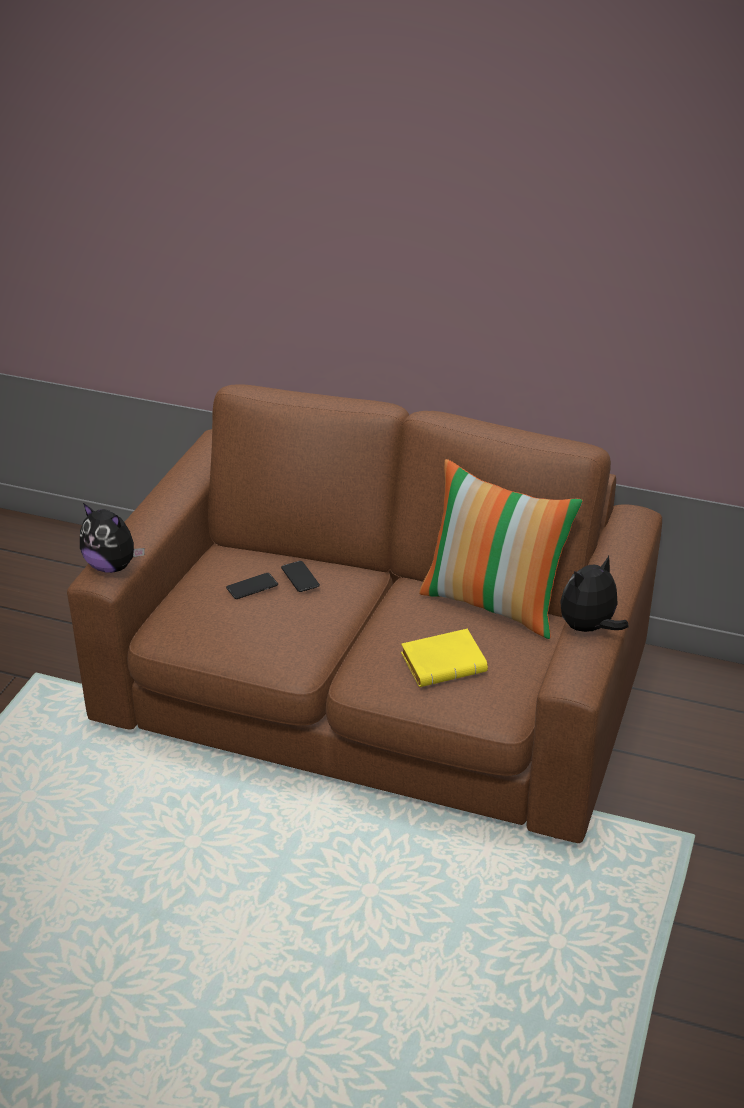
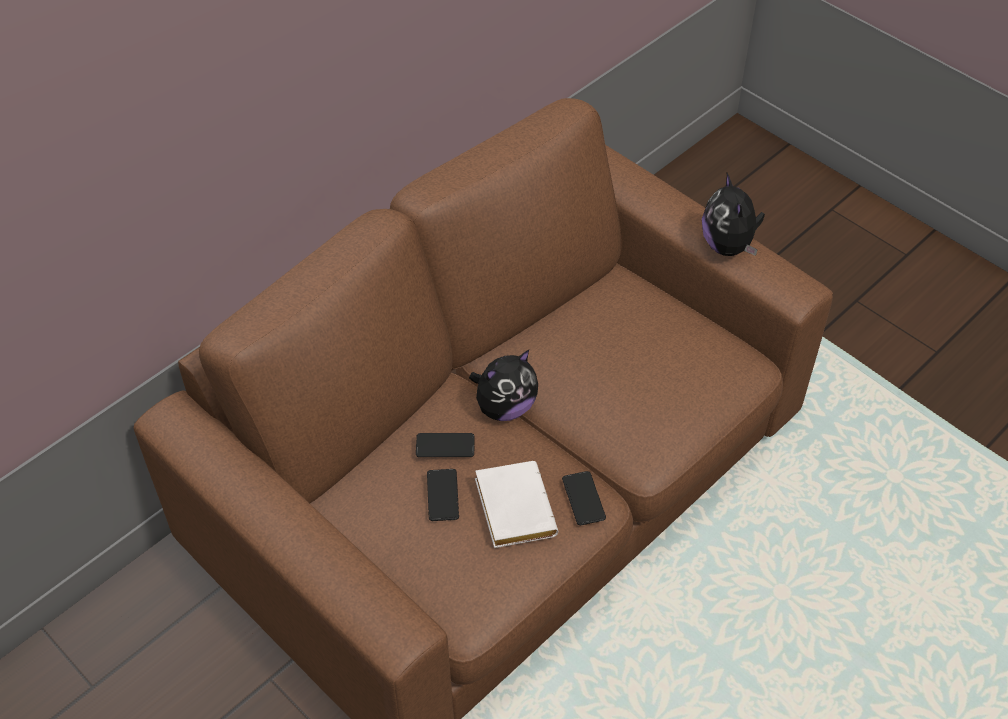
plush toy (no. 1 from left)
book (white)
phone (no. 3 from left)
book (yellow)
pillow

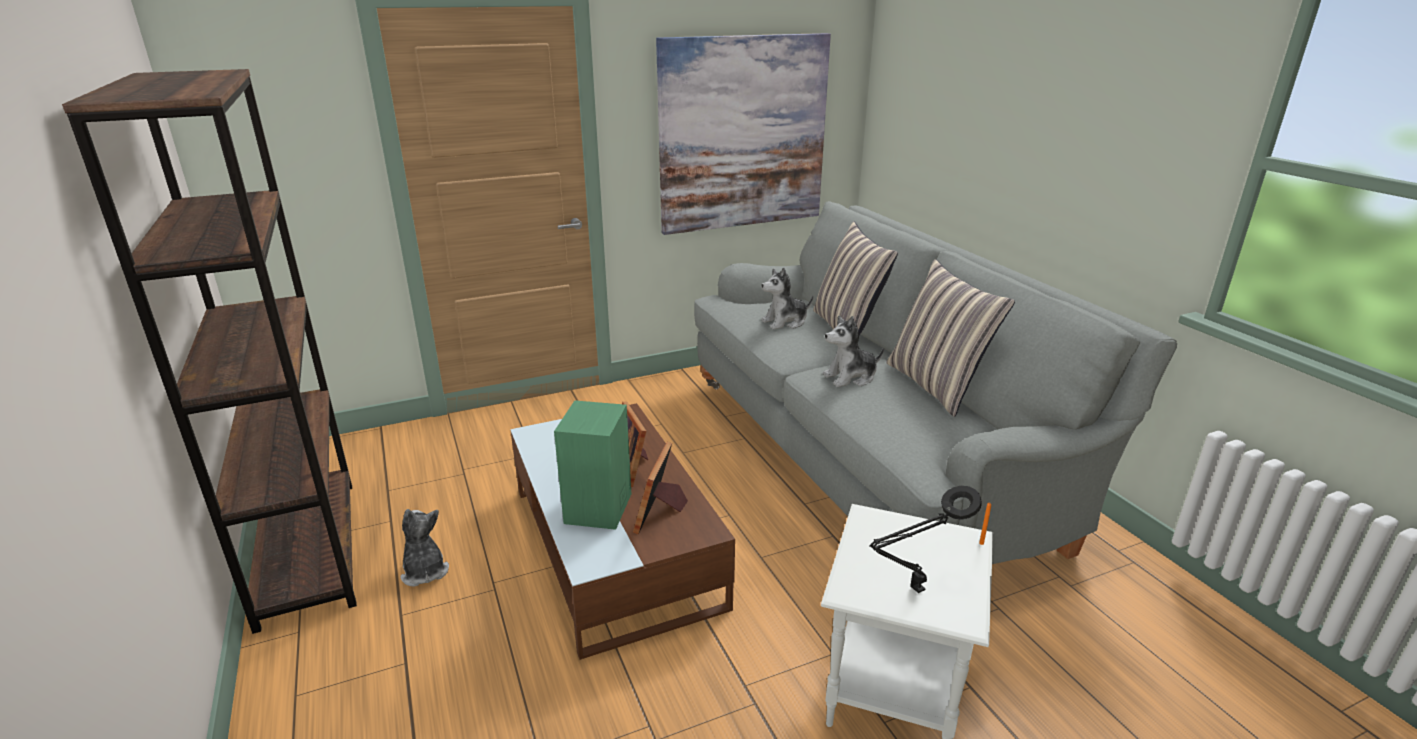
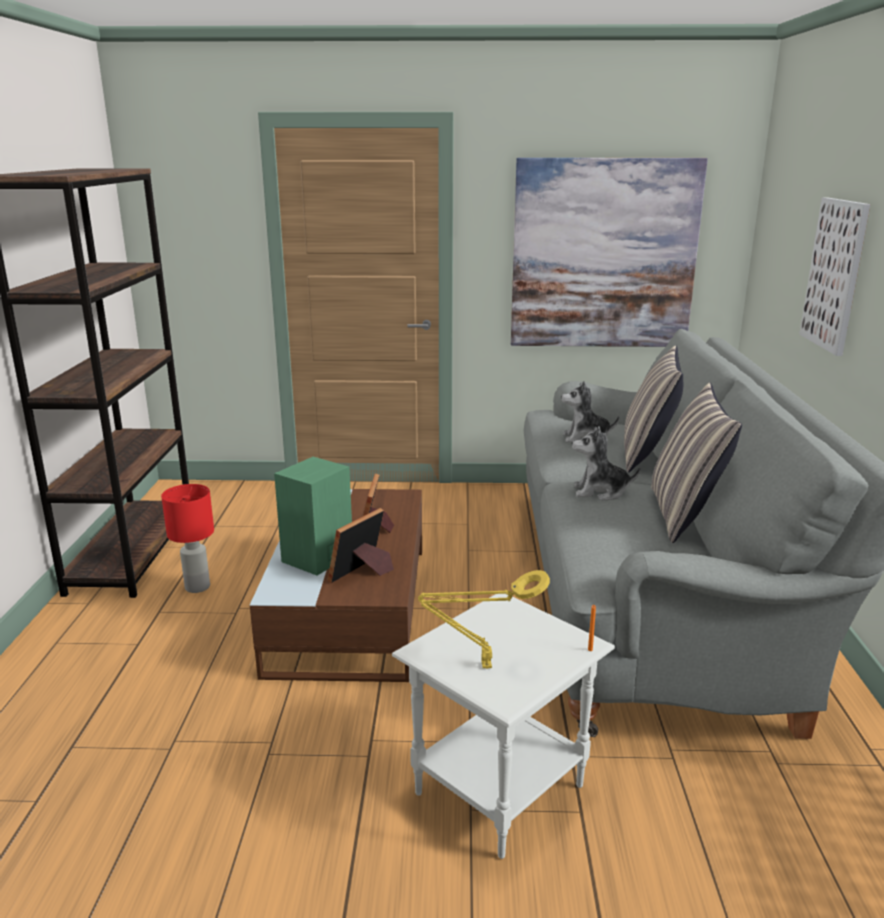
table lamp (red)
table lamp (yellow)
picture (no. 2 from left)

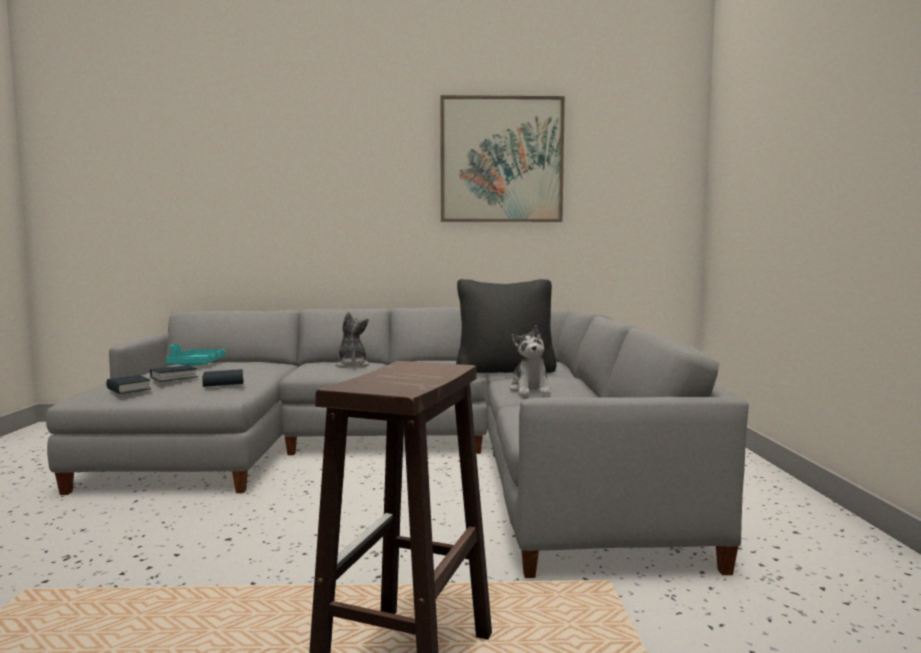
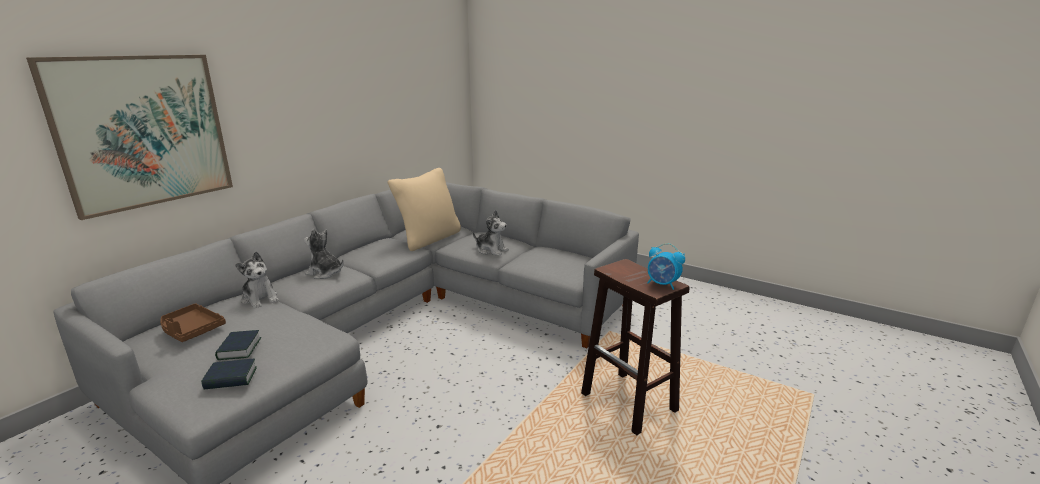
picture
tray (brown)
plush toy (no. 1 from left)
pillow (beige)
alarm clock
book (no. 3 from left in the first image)

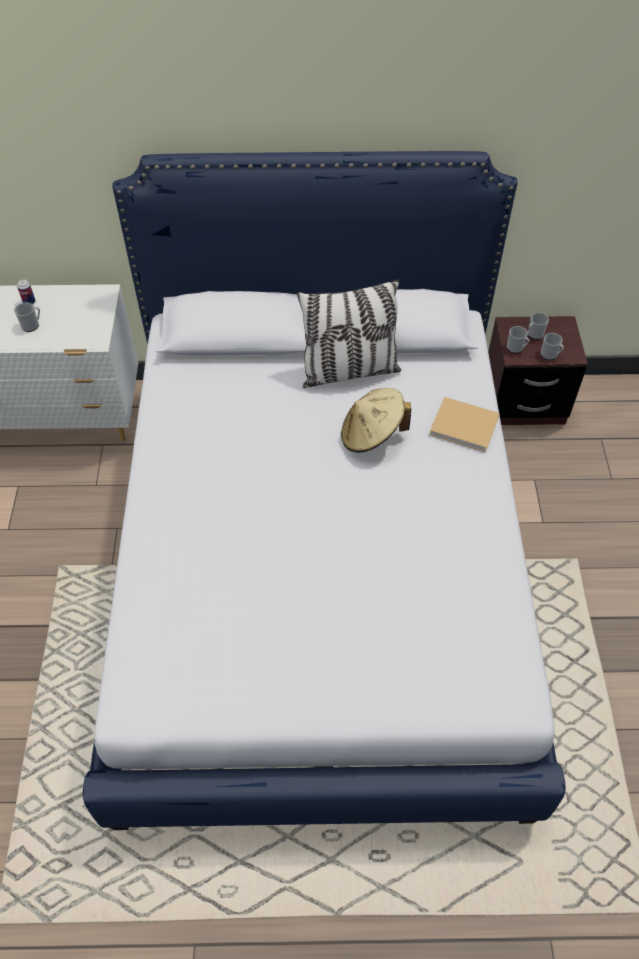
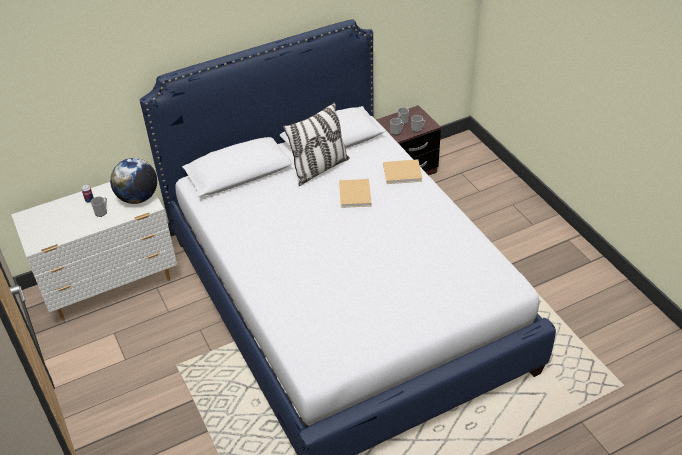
globe
book (beige) (no. 1 from left)

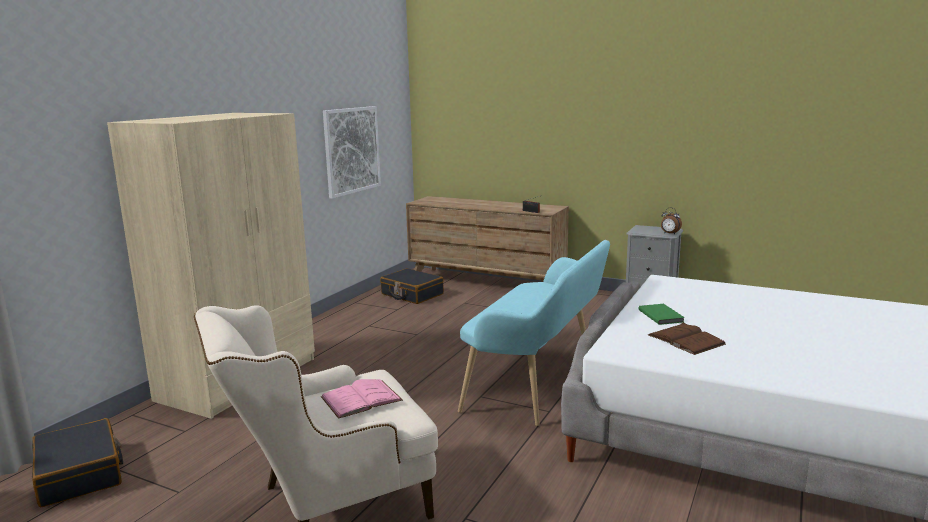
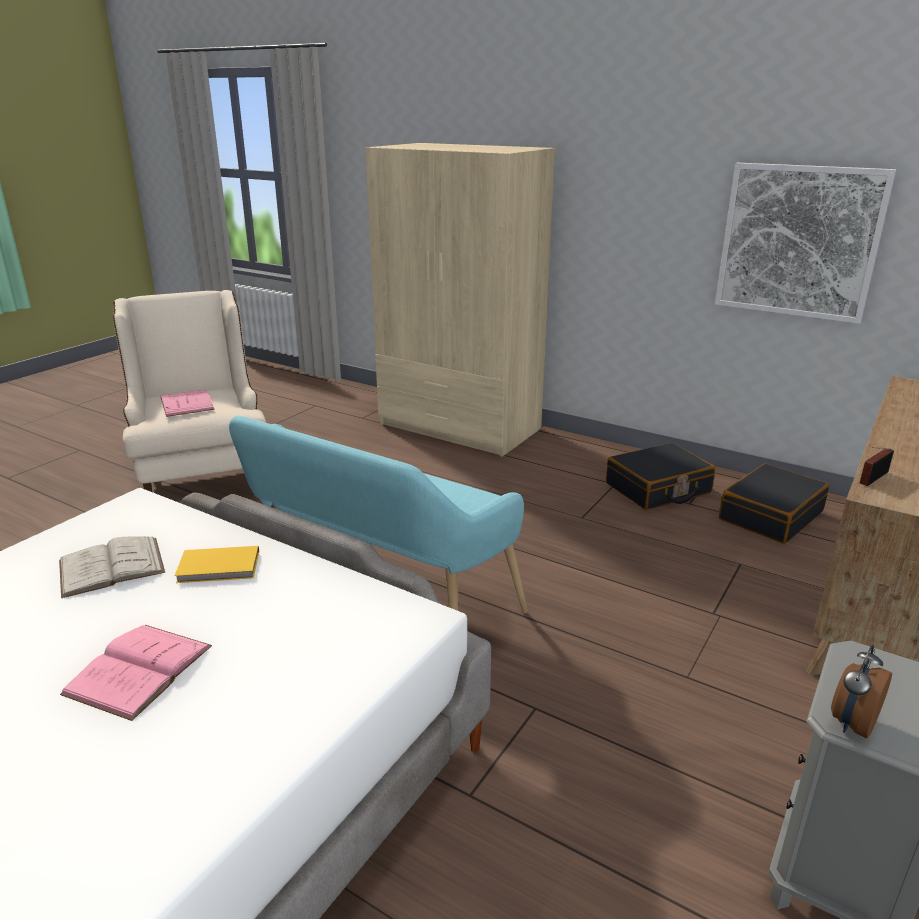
book (white)
book (pink) (no. 1 from left)
book (yellow)
suitcase (black) (no. 1 from left)

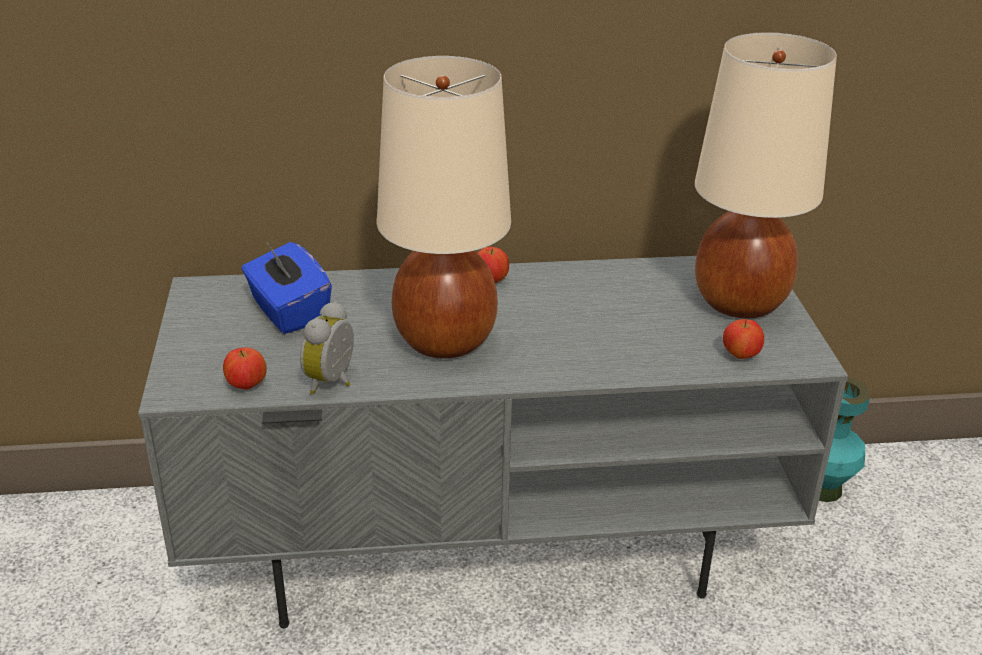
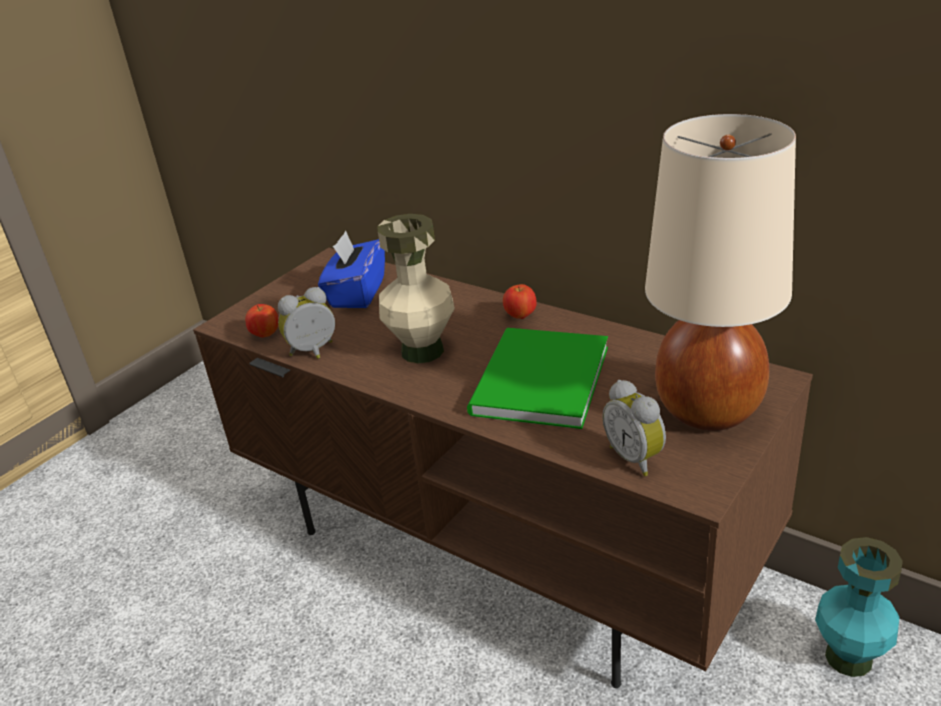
tv stand (brown)
vase (beige)
book (green)
alarm clock (no. 2 from left)

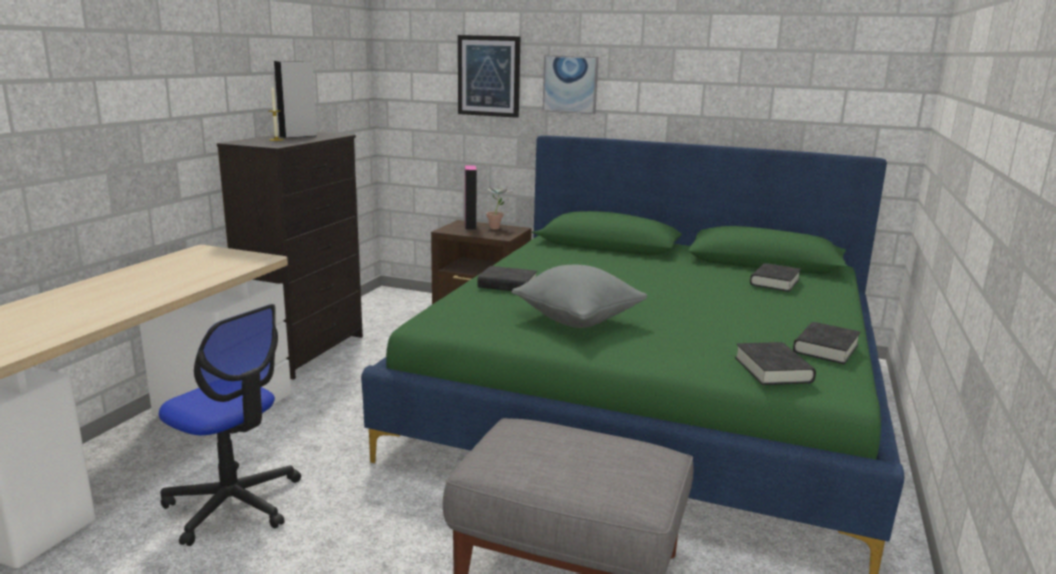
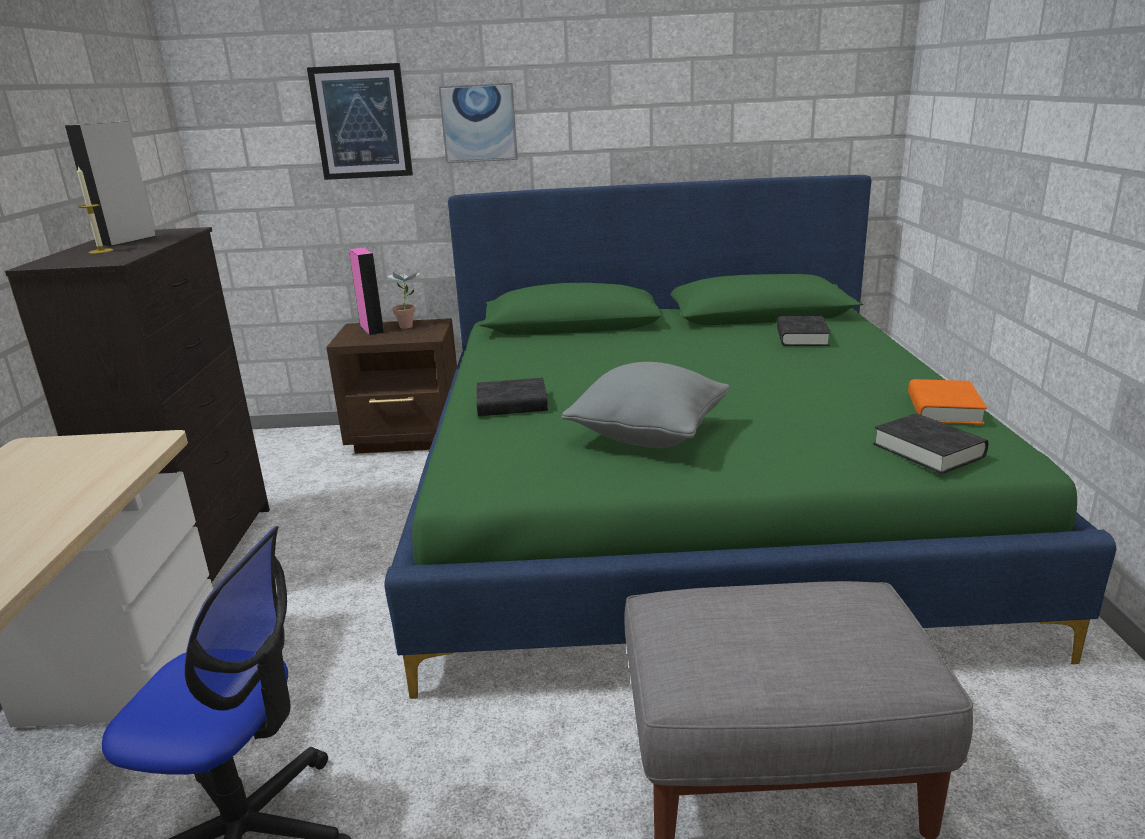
book (orange)

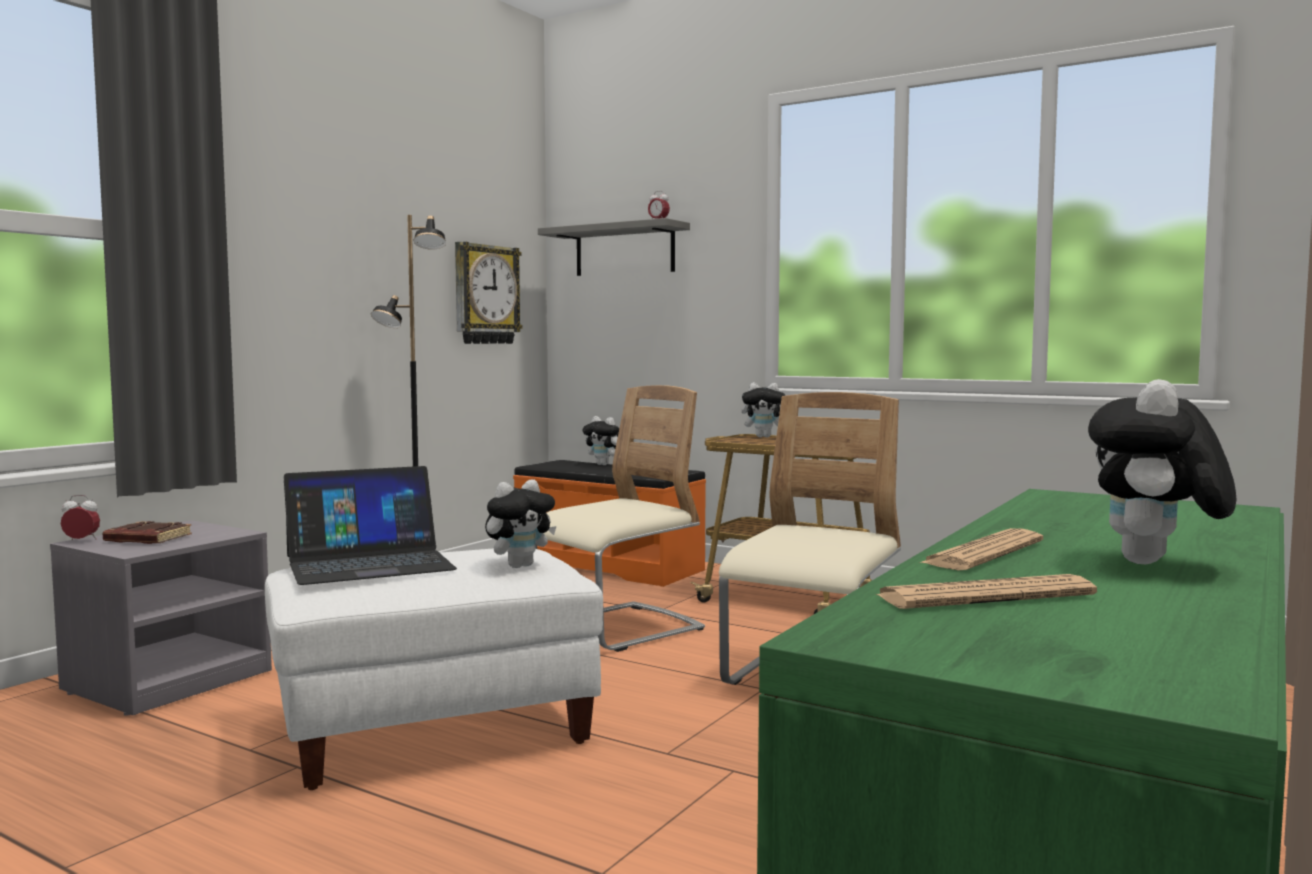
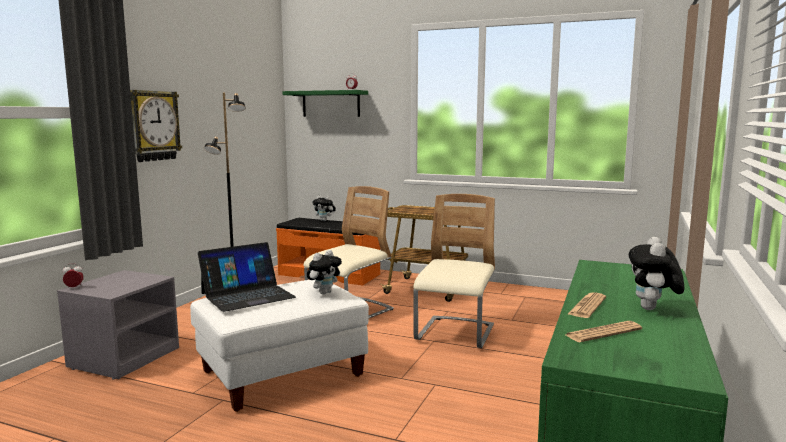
wall clock
shelf (green)
book (brown)
plush toy (no. 3 from left in the first image)

